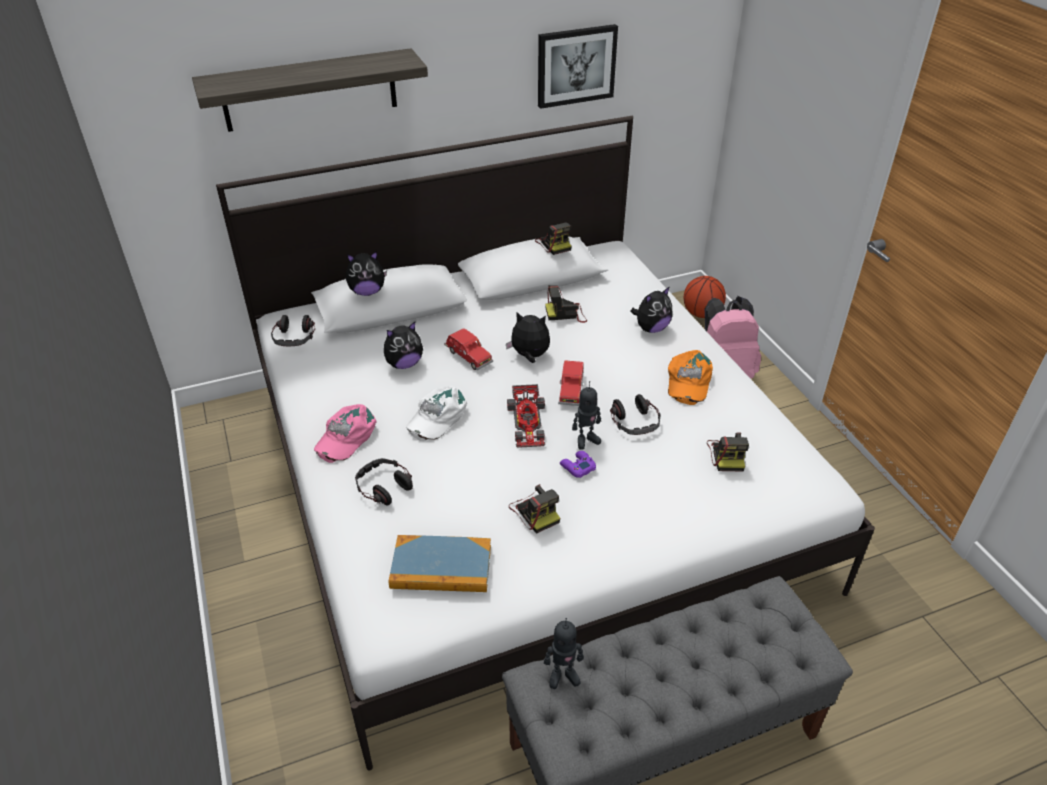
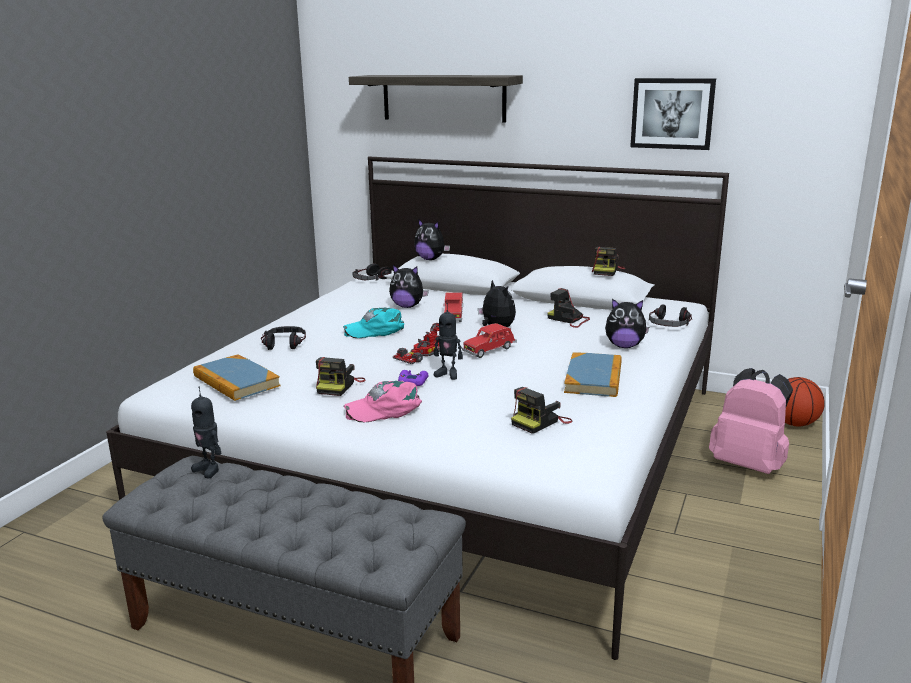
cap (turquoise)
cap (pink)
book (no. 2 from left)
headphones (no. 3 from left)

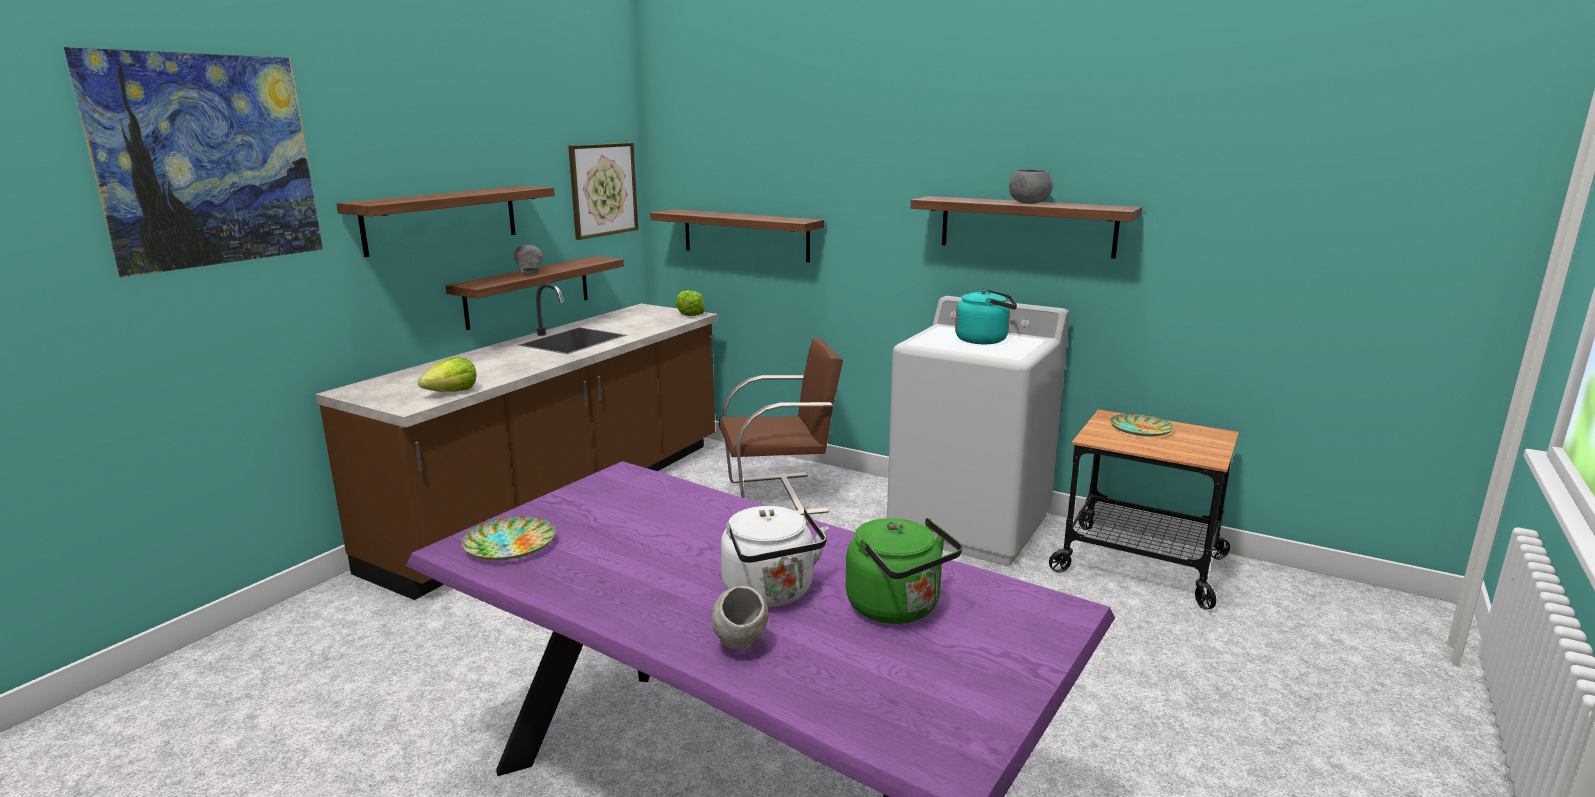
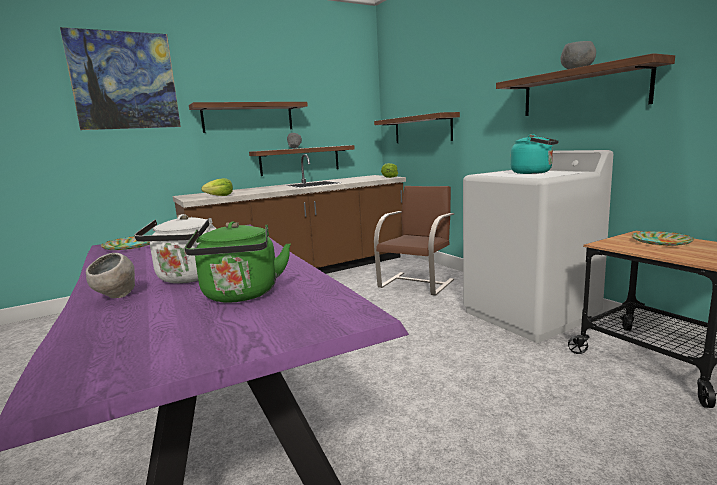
chair (brown)
picture (no. 2 from left in the first image)

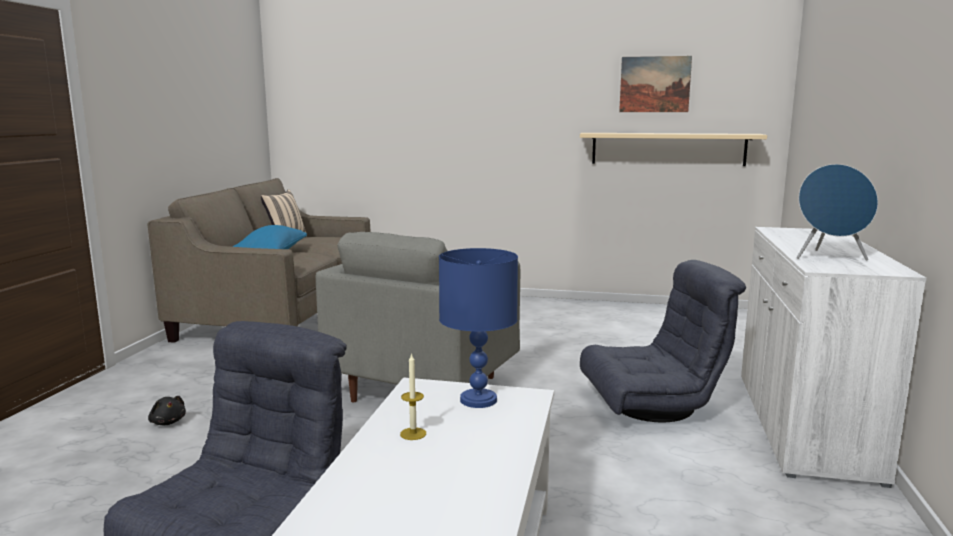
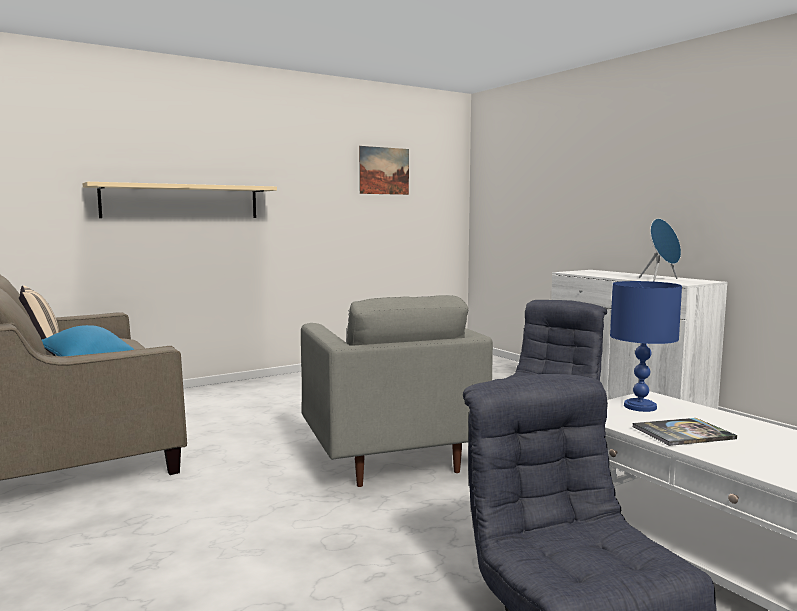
shelf (beige)
book
plush toy (black)

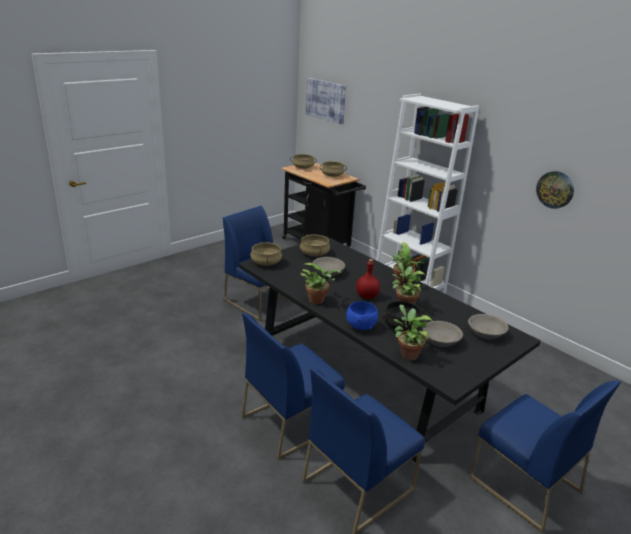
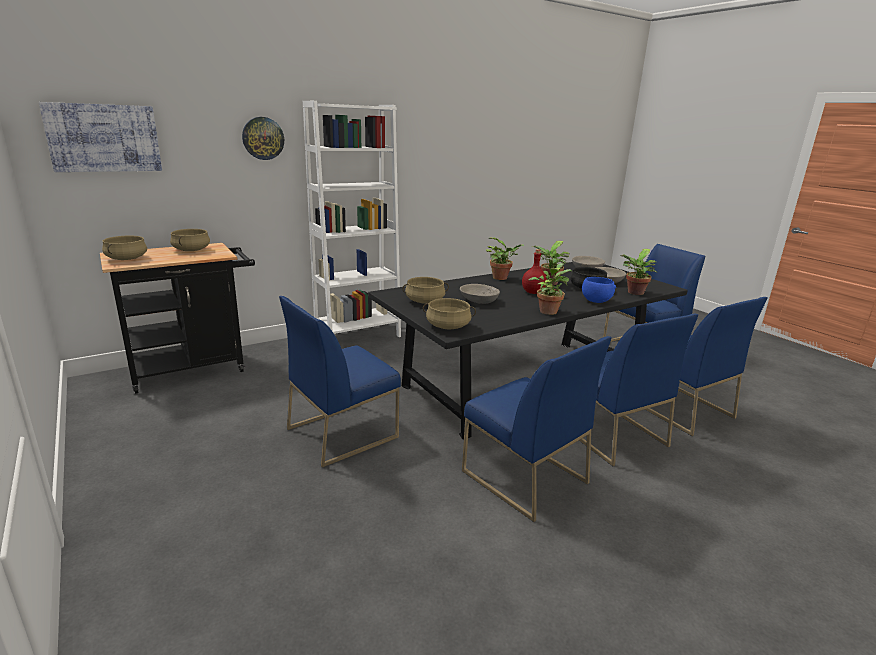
wall clock
chair (blue) (no. 2 from left)

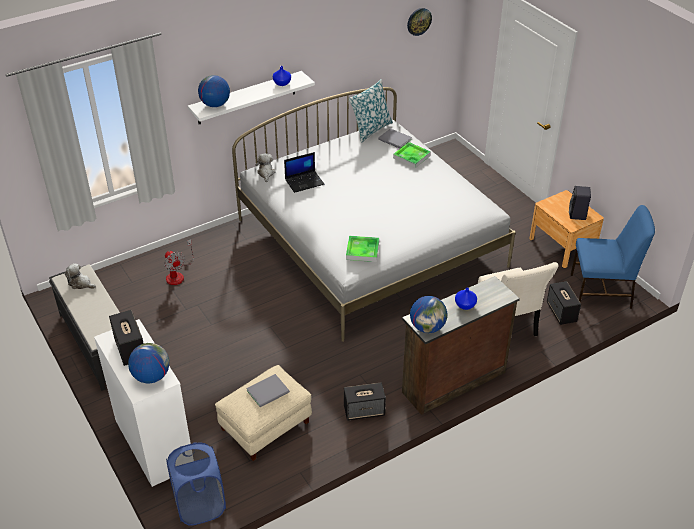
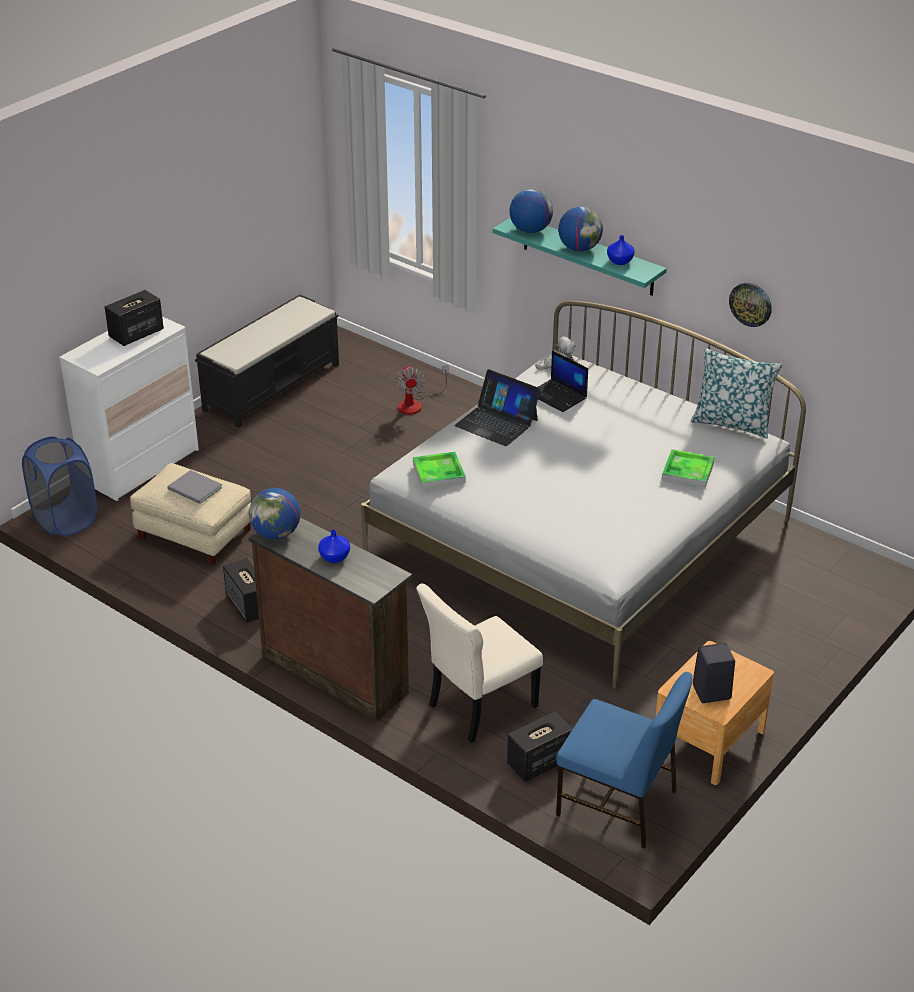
fan
laptop (no. 1 from left)
shelf (turquoise)
chair (blue)
globe (no. 3 from left)
wall clock
plush toy (no. 1 from left in the first image)
book (grey) (no. 2 from left in the first image)

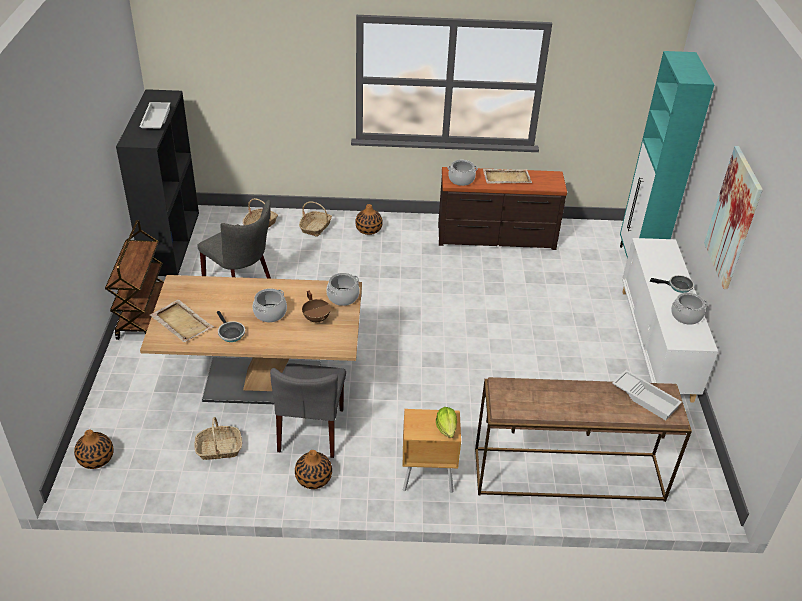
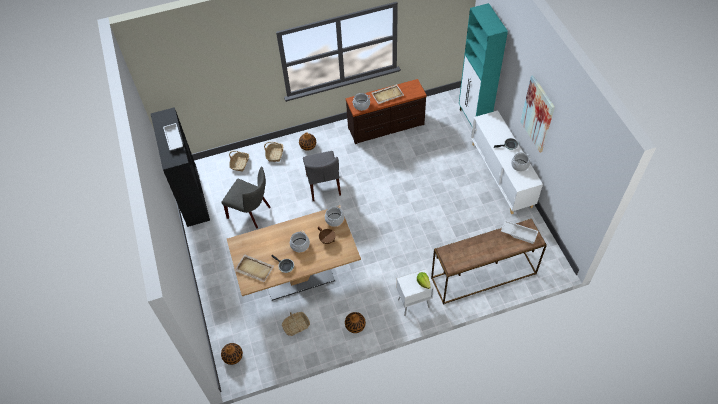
chair (grey) (no. 2 from left)
nightstand (white)
cart (brown)

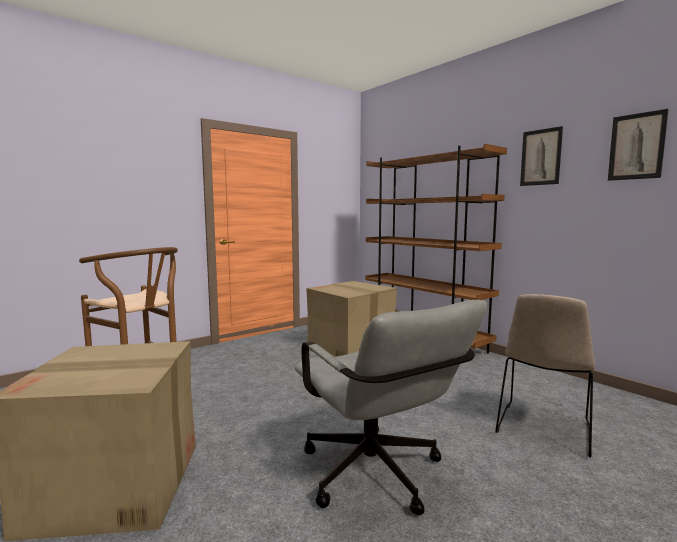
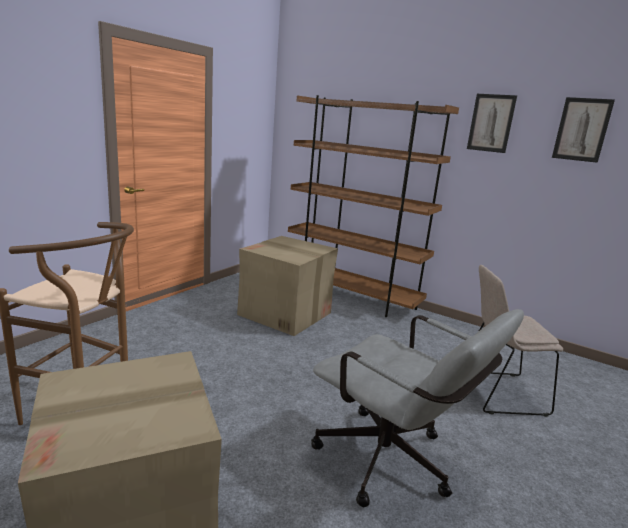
chair (beige)

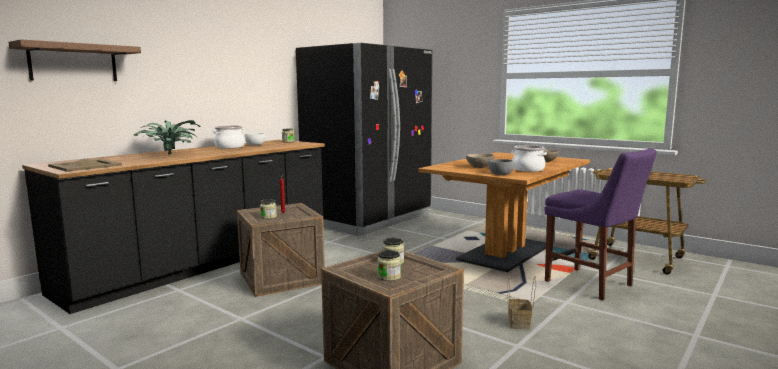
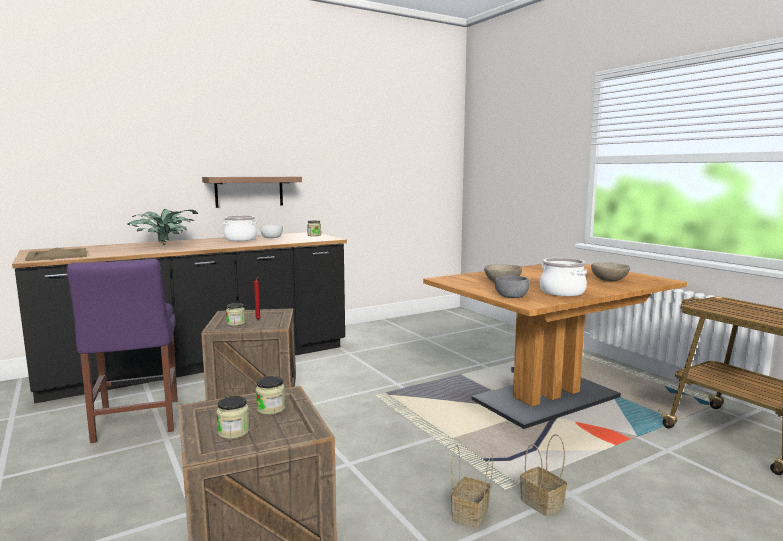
chair (purple)
shelf
basket (no. 2 from left)
fridge (black)

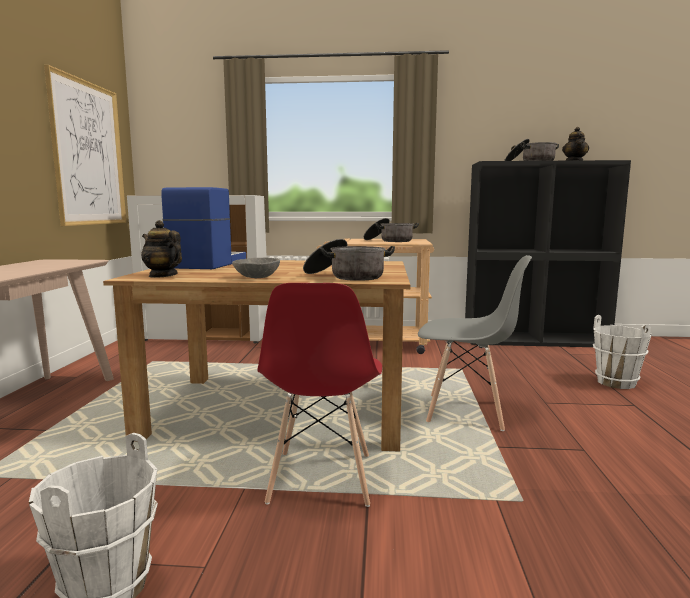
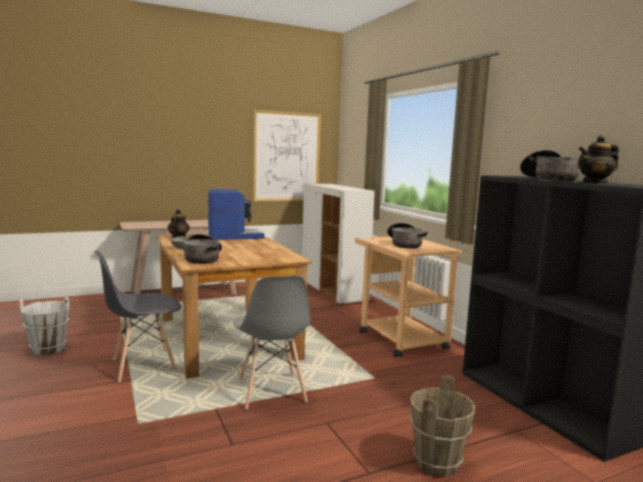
chair (grey) (no. 1 from left)
bucket (brown)

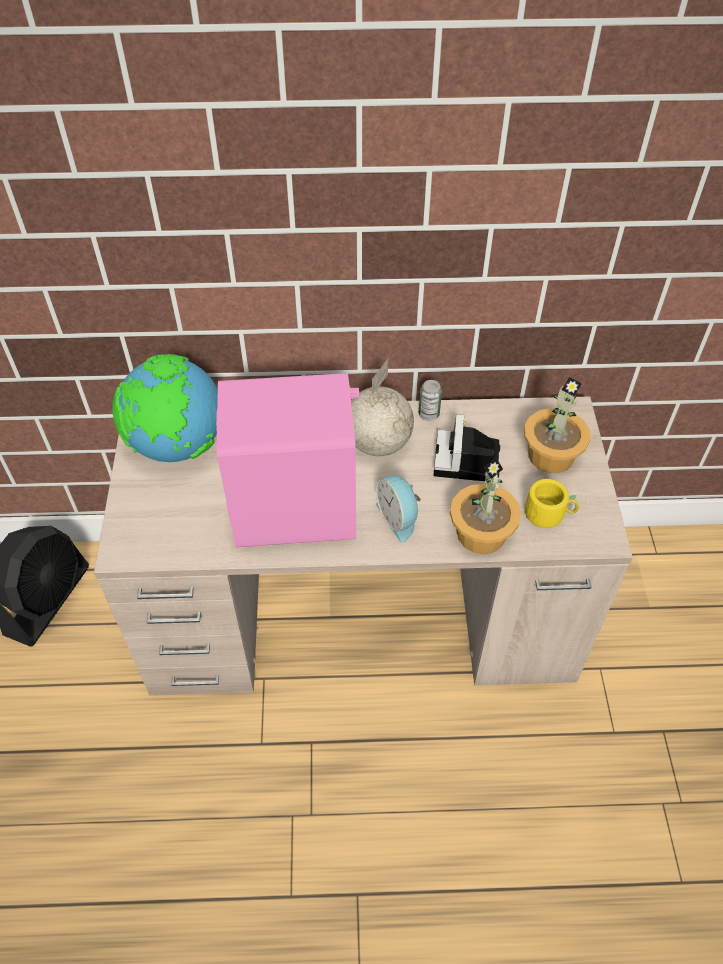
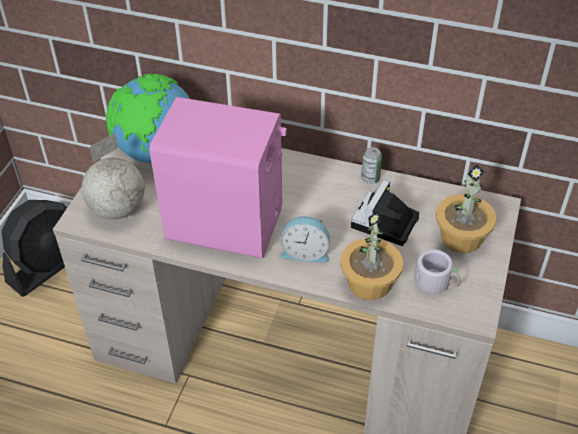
globe (no. 1 from left)
alarm clock
mug (grey)

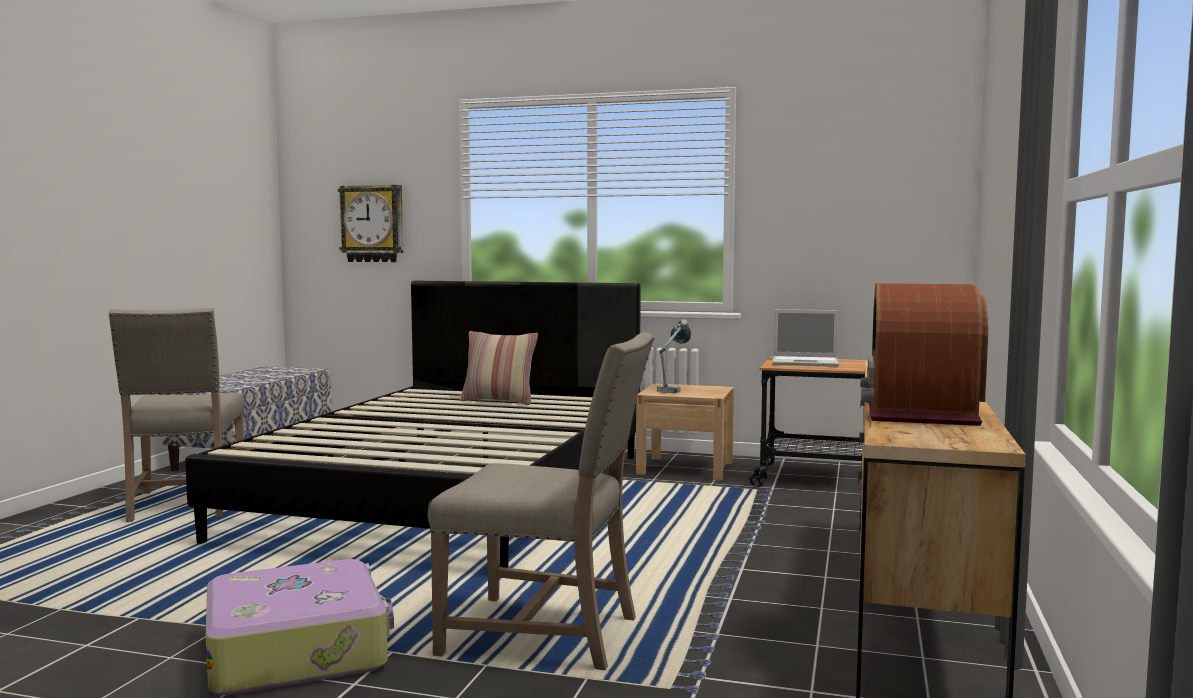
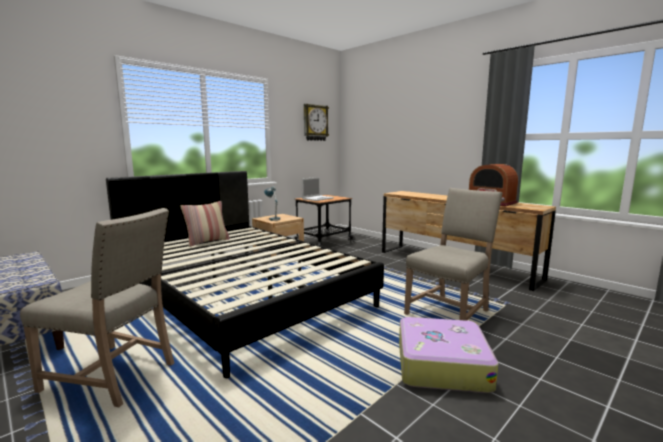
wall clock

